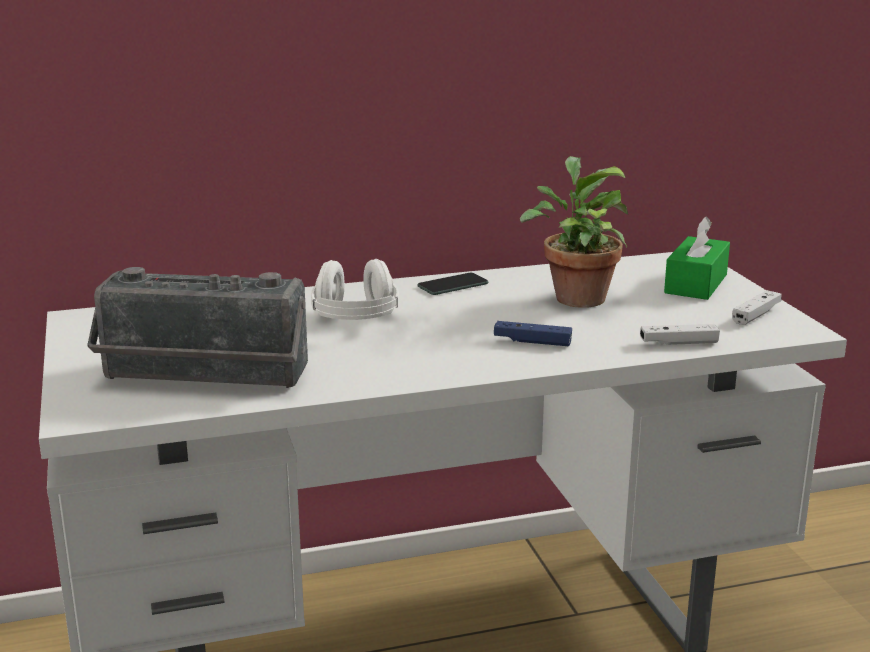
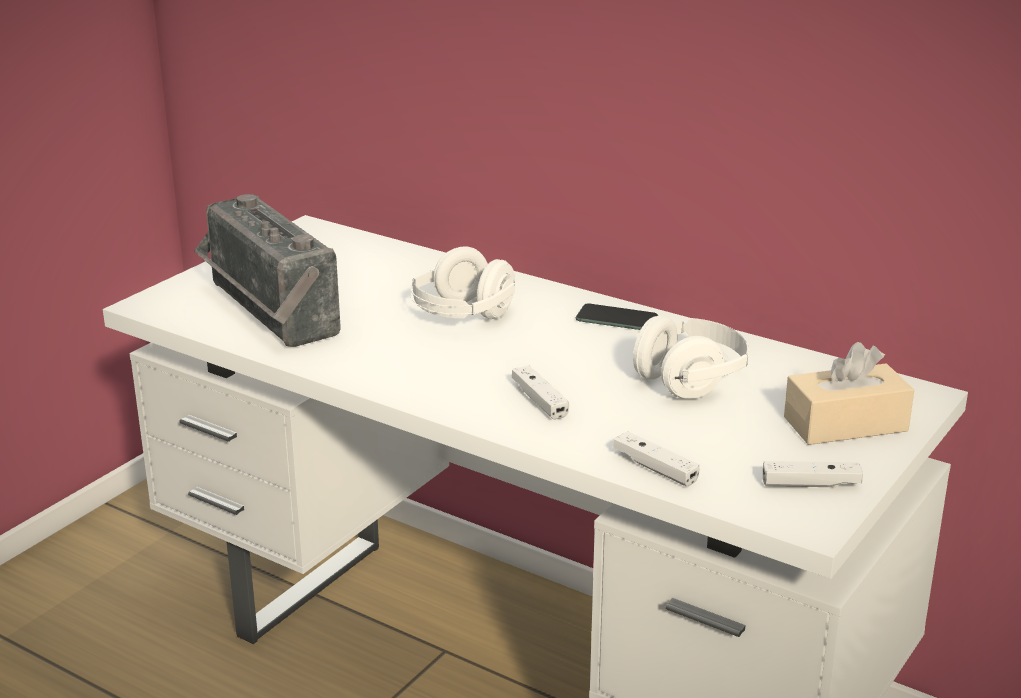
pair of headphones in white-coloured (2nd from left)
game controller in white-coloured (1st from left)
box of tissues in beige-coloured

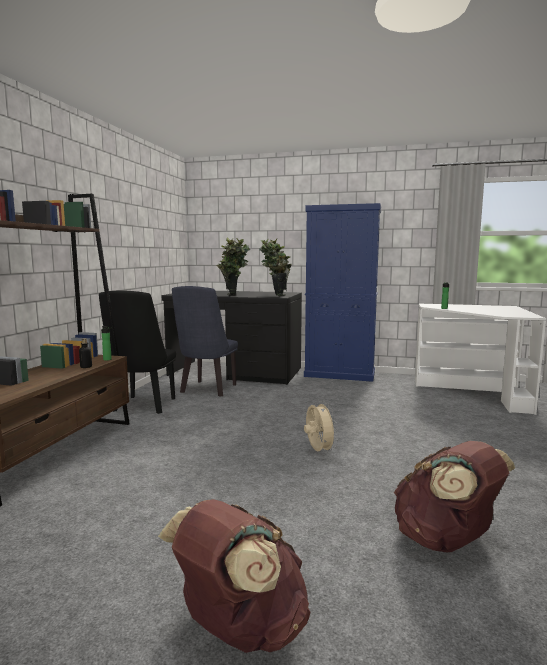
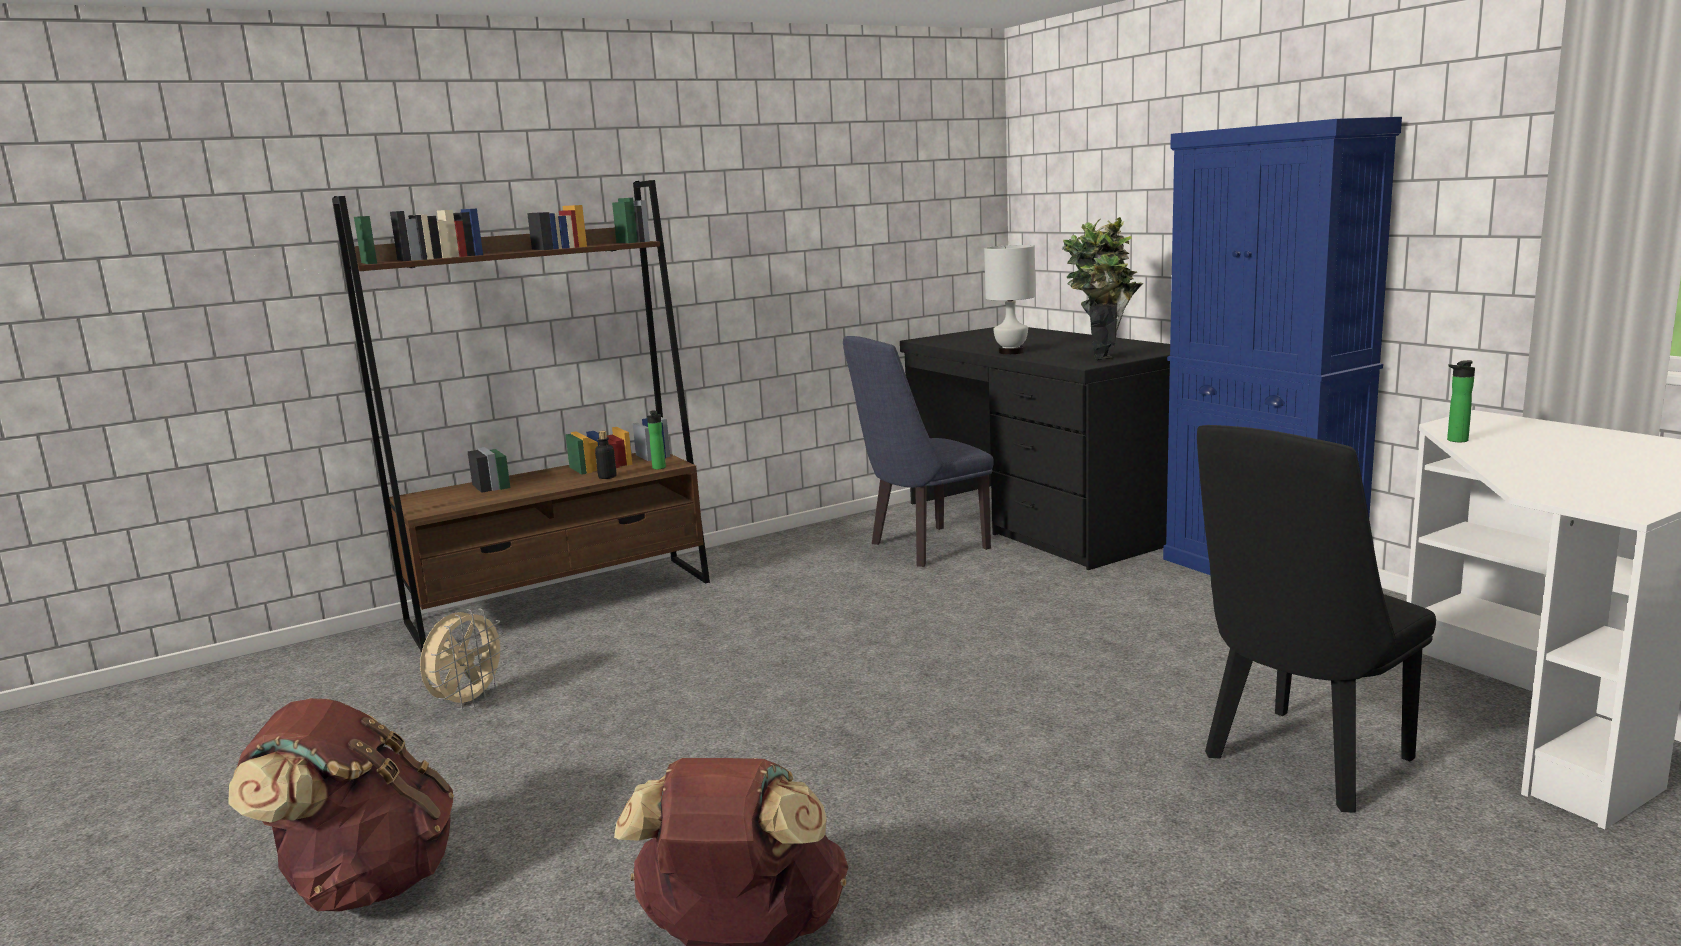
plain chair in blackish
fan in beige-coloured
tabletop lamp in white-coloured

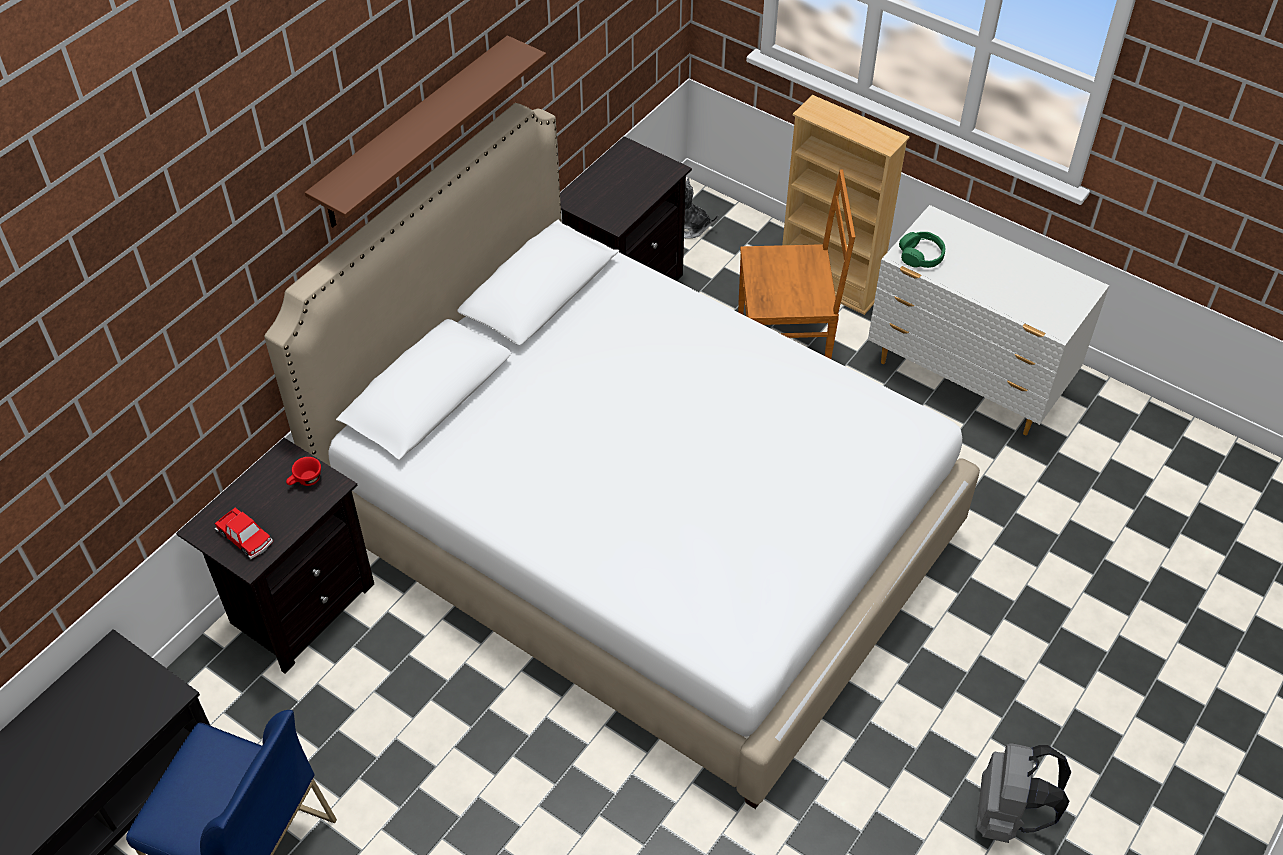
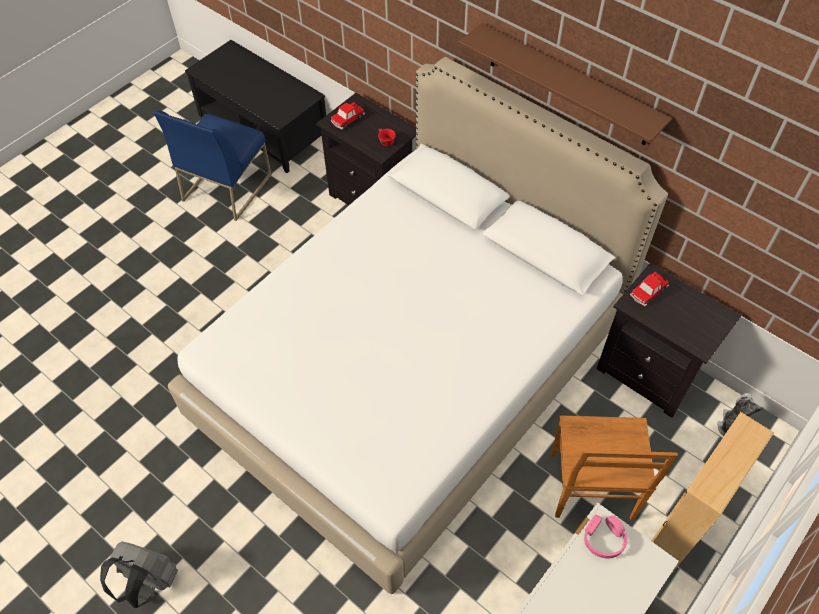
toy car (2nd from left)
pair of headphones in pinkish

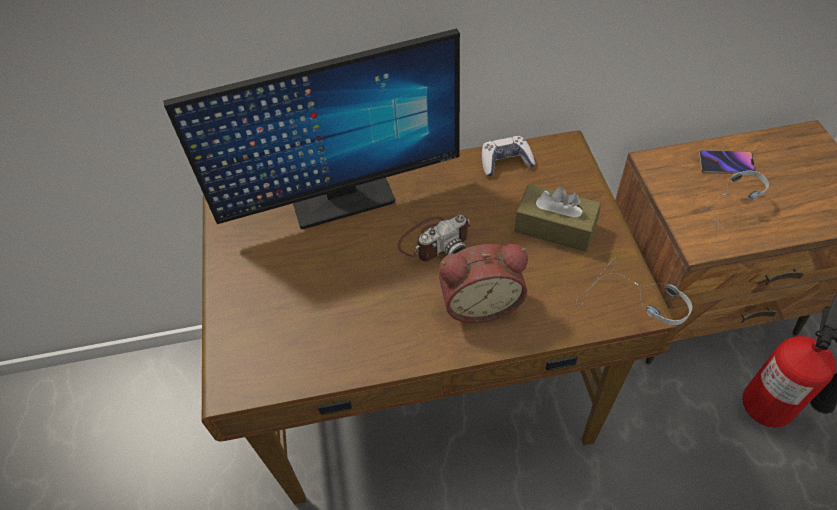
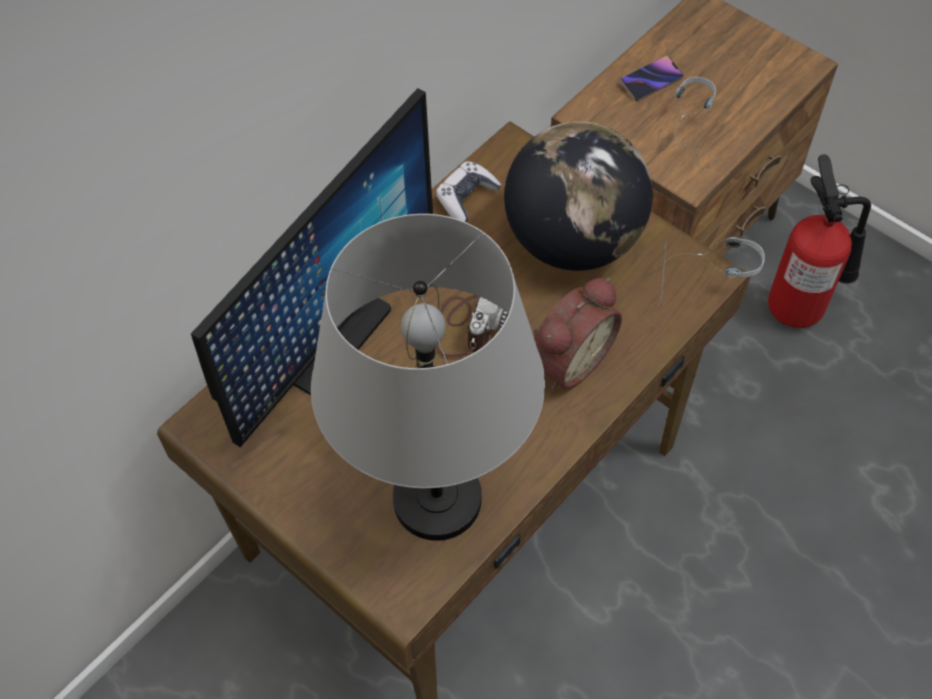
tabletop lamp in grey
world globe

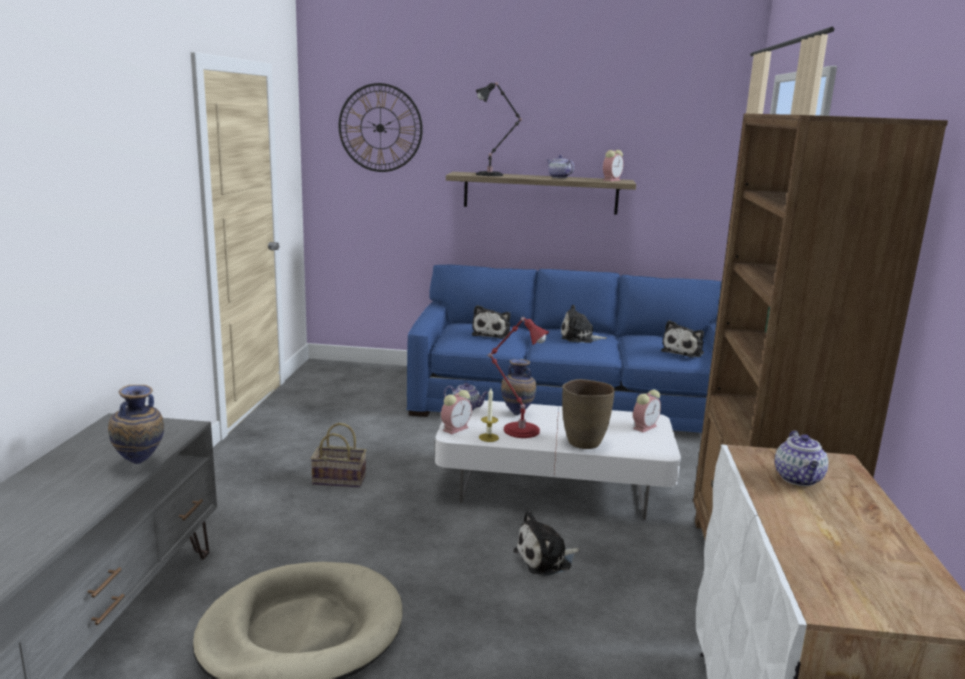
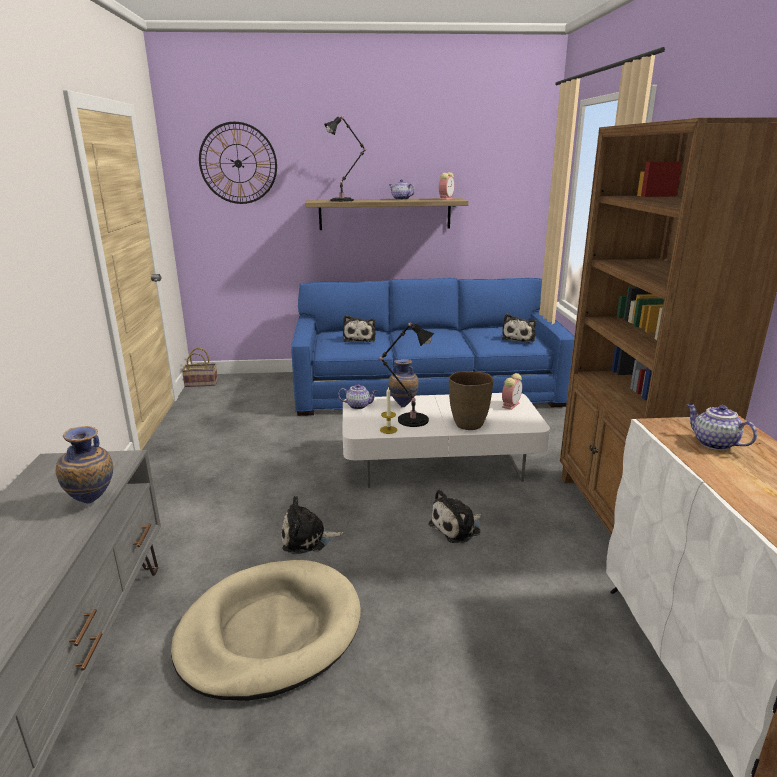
alarm clock (1st from left in the first image)
household basket
cuddly toy (1st from left)
tabletop lamp in blackish (2nd from left)
tea pot (3rd from left)

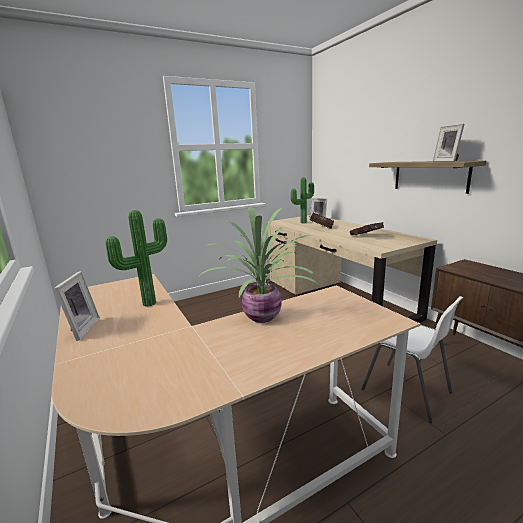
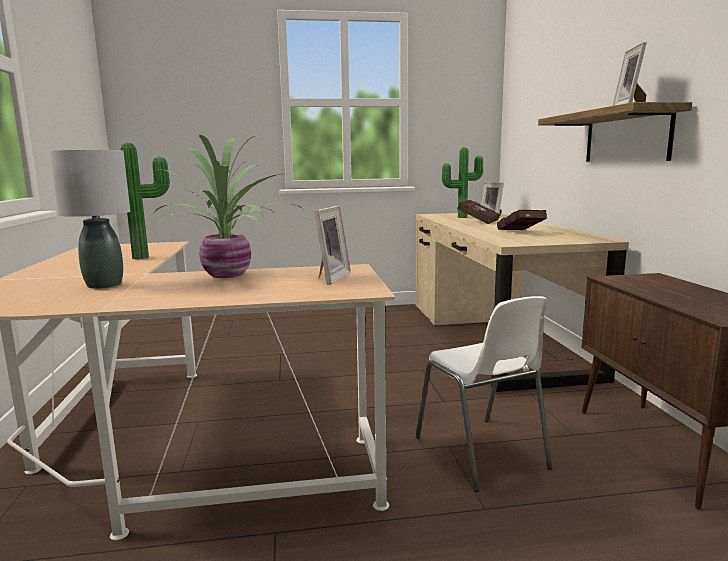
tabletop lamp in grey
picture frame (1st from left)

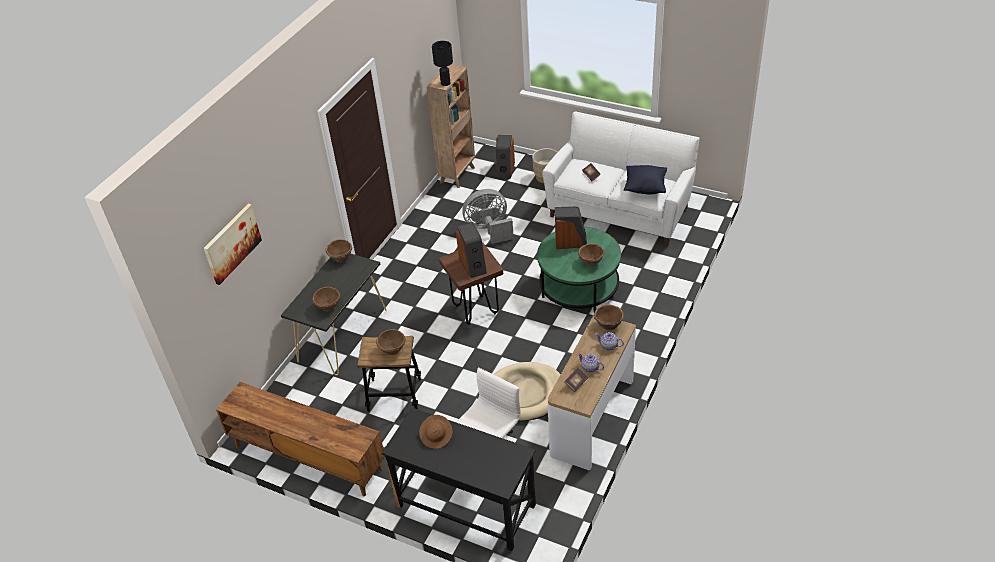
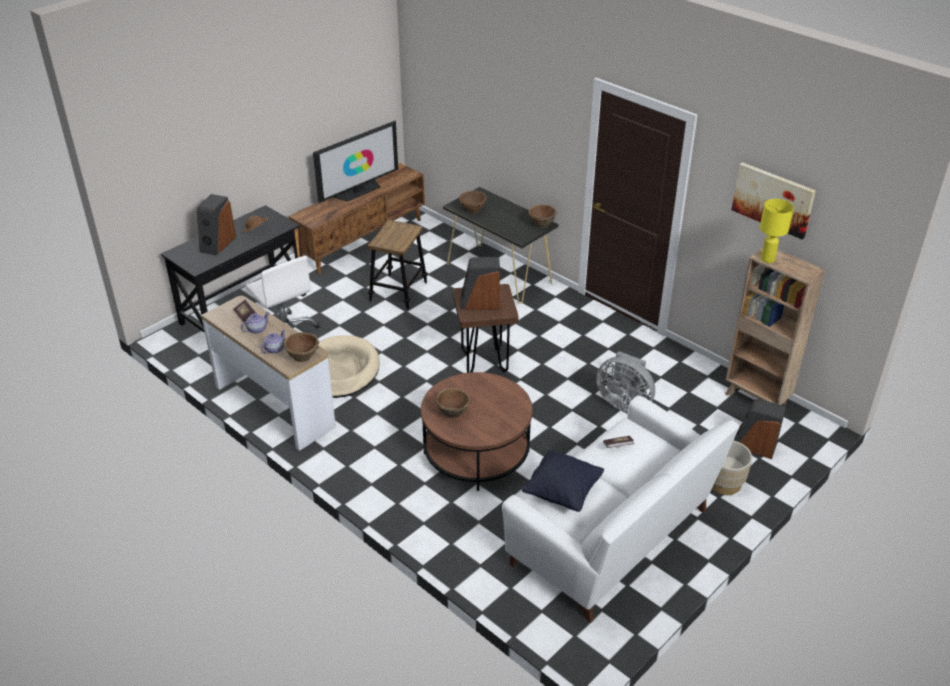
deep dish in brown-coloured (3rd from left in the first image)
TV
wall picture
speaker (1st from left)
tabletop lamp in yellow
low table in brown-coloured
fan in grey

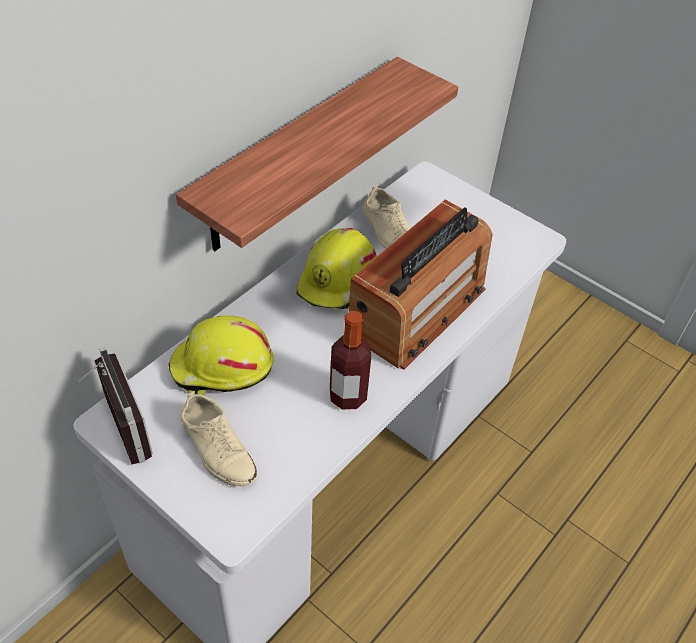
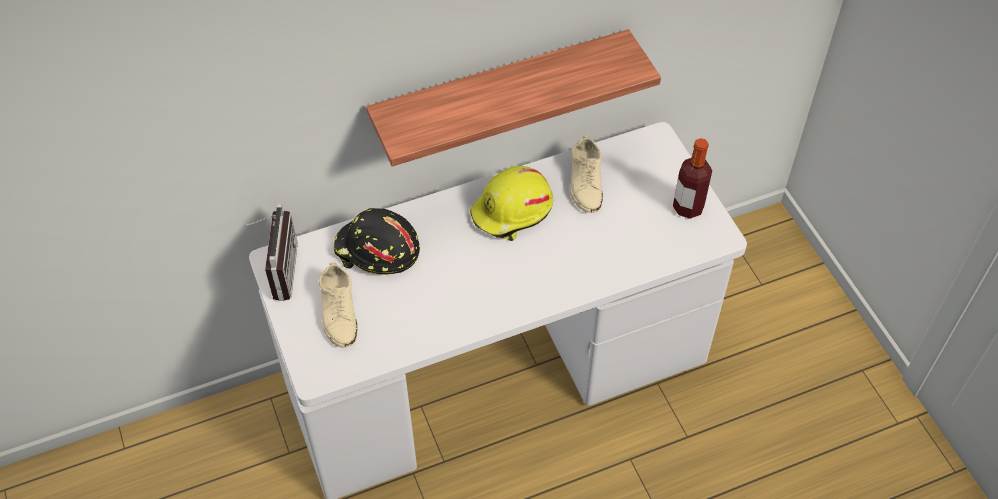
radio (2nd from left in the first image)
bottle
hard hat in blackish

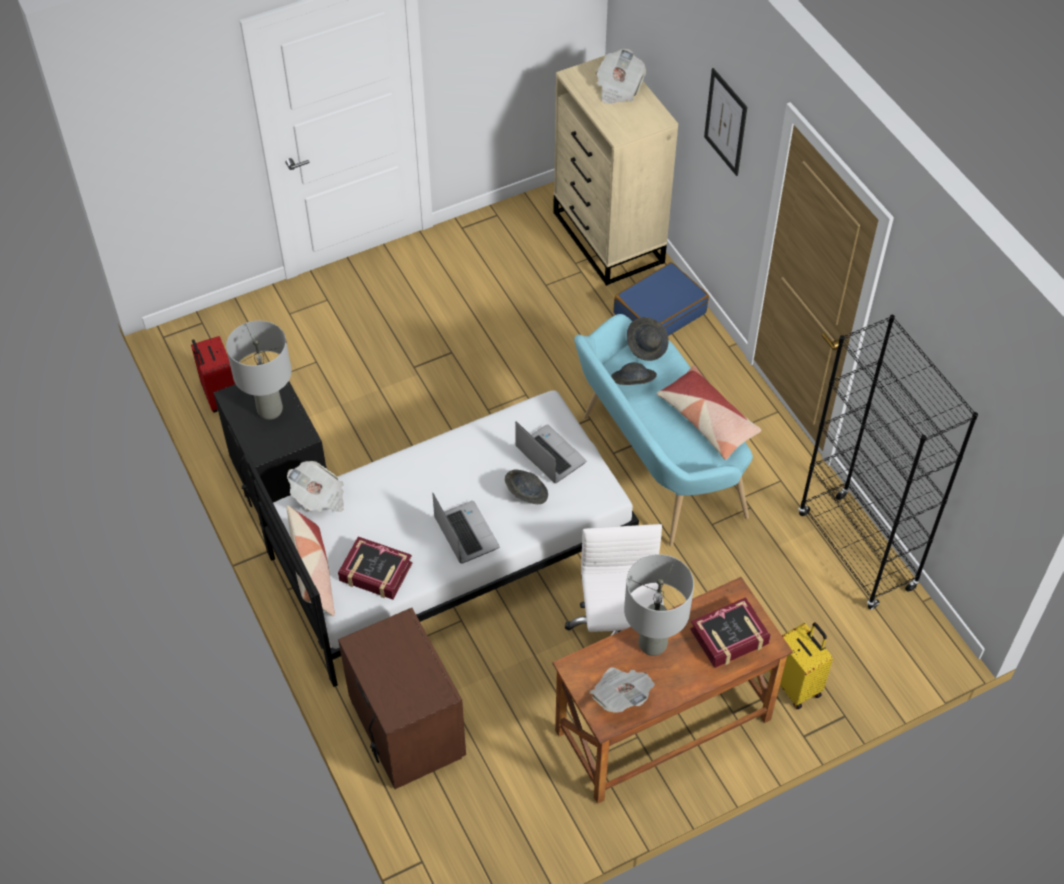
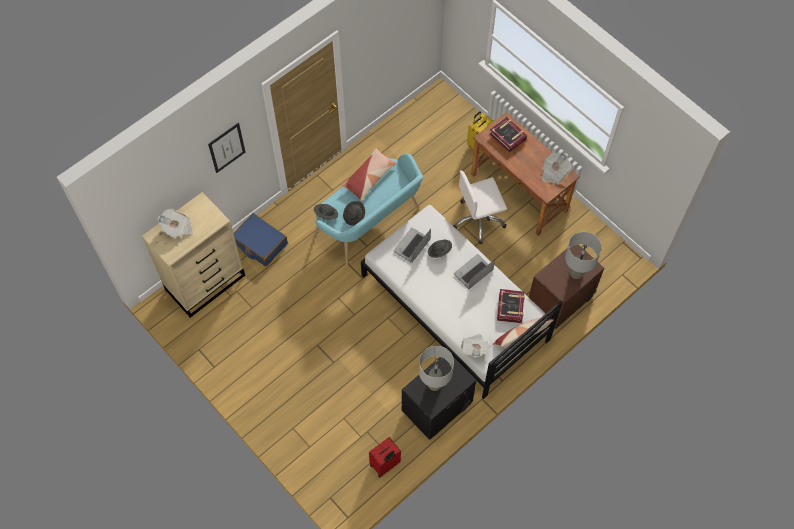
bookshelf in blackish
tabletop lamp in grey (2nd from left)

